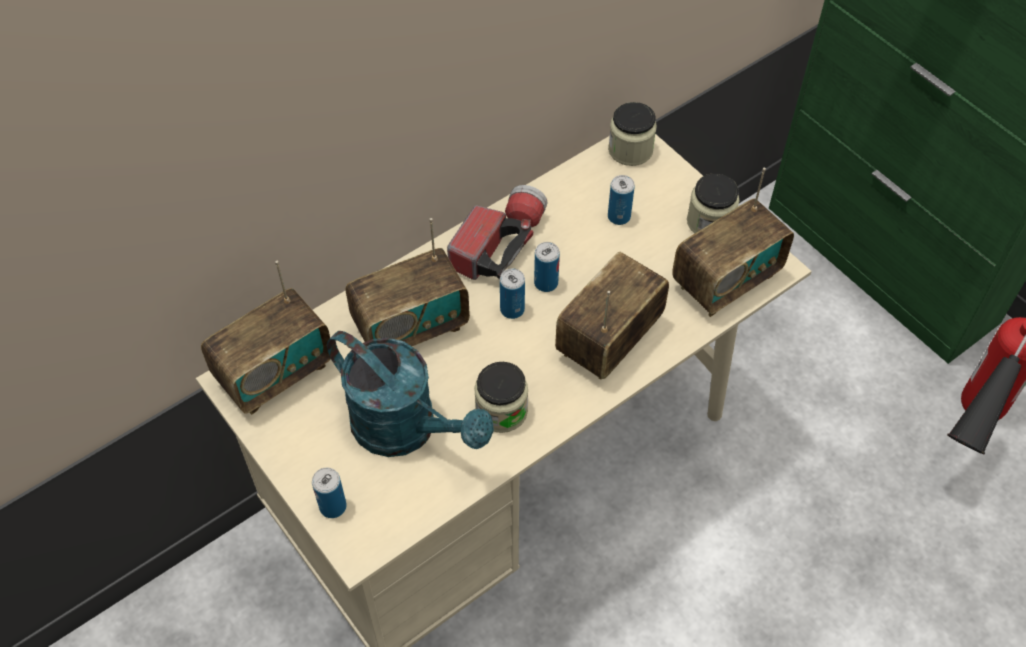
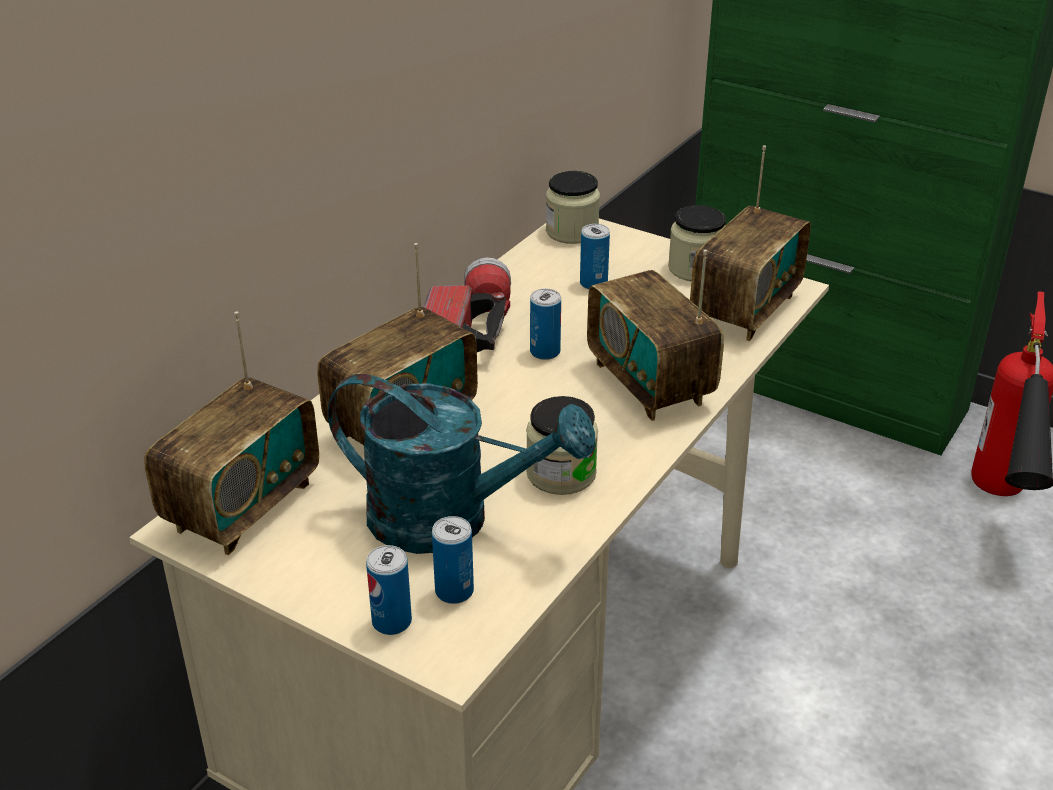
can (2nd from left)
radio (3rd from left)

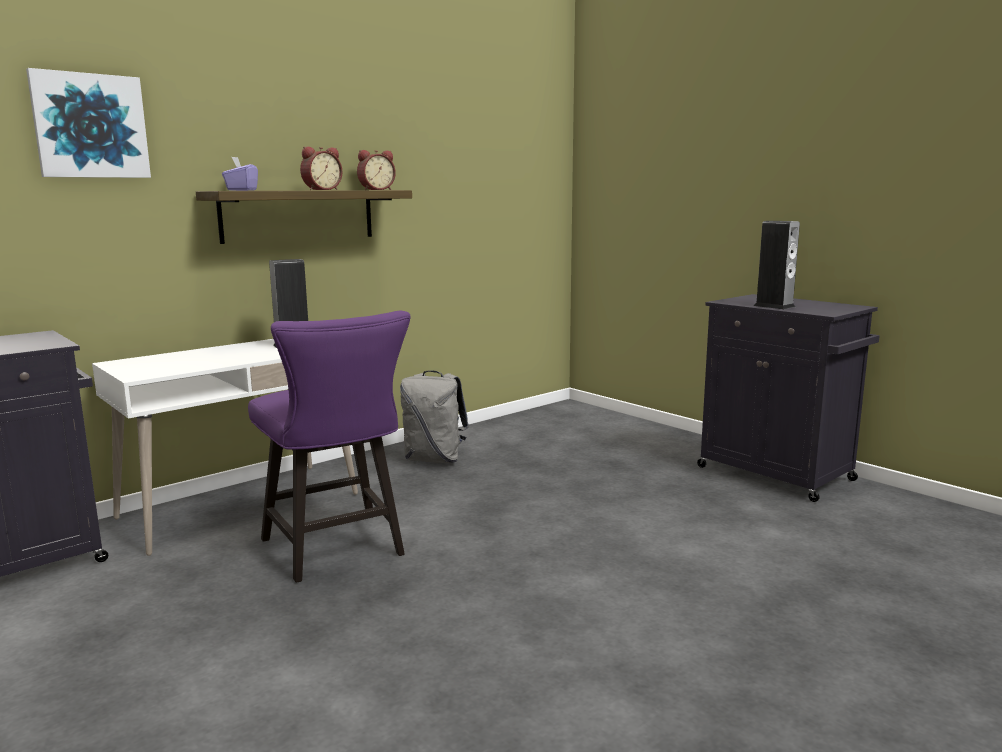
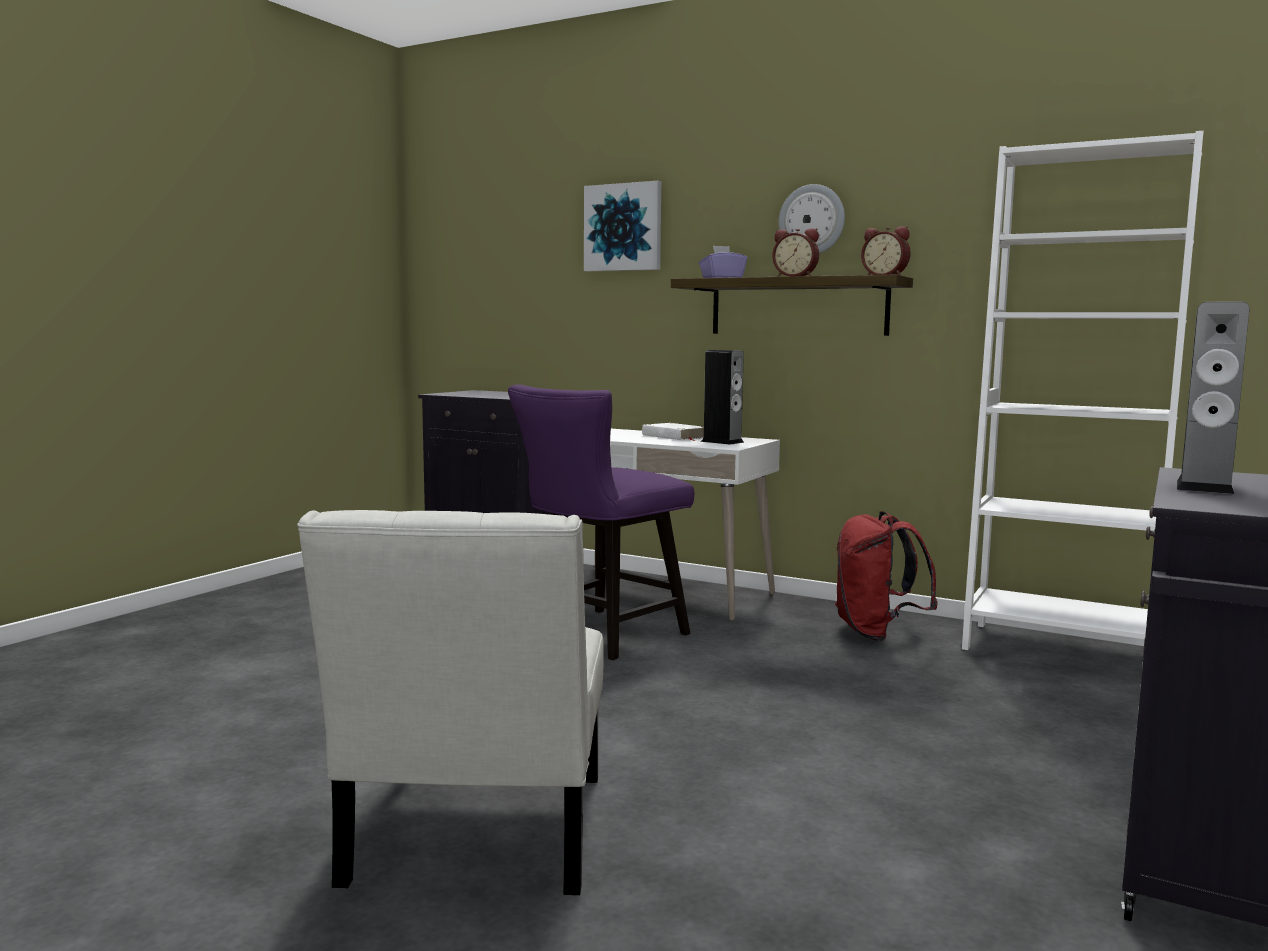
plain chair in white-coloured
bound book in white-coloured
wall clock
bookshelf in white-coloured
rucksack in red

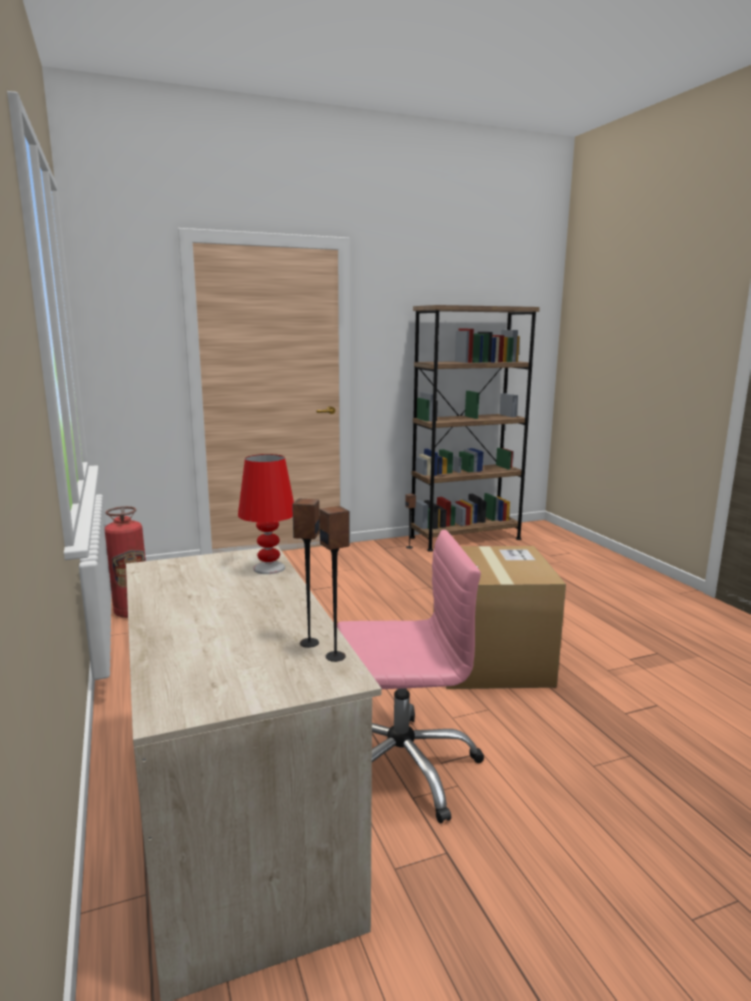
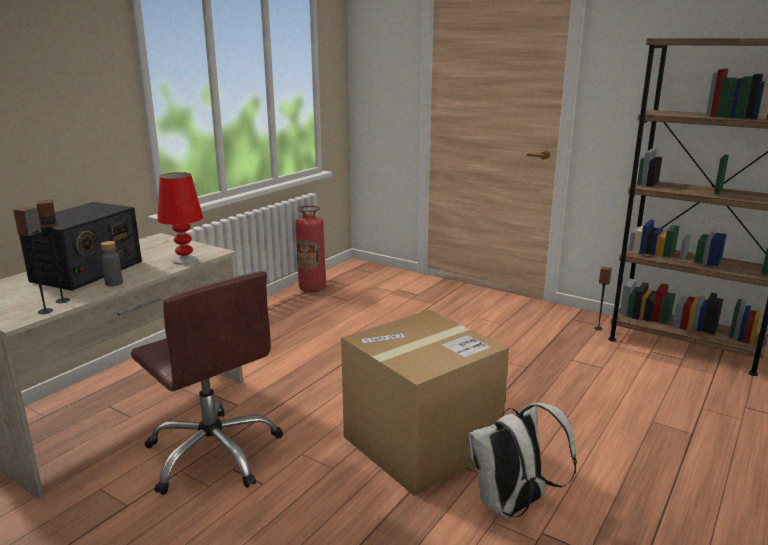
radio
bottle in grey
rucksack in white-coloured
office chair in brown-coloured

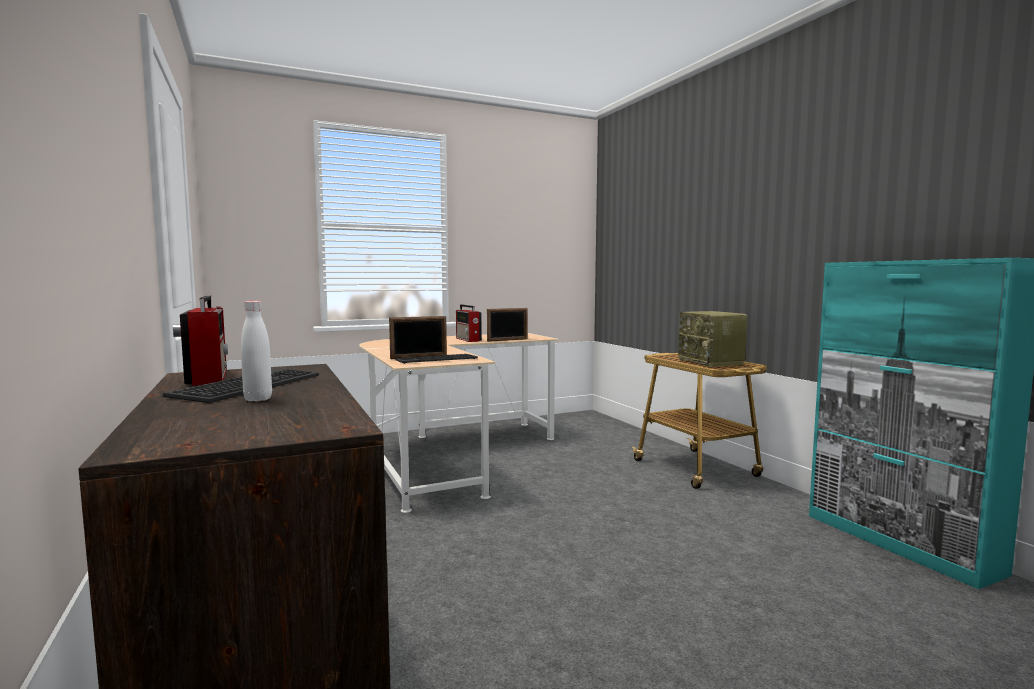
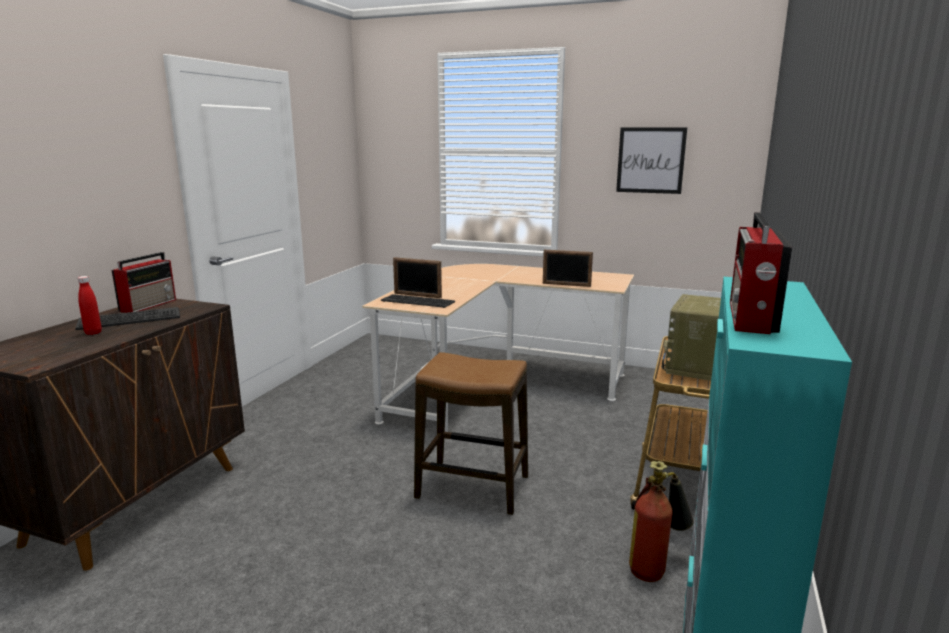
sitting stool
wall picture
fire-fighting cylinder
radio (3rd from left)
bottle in red

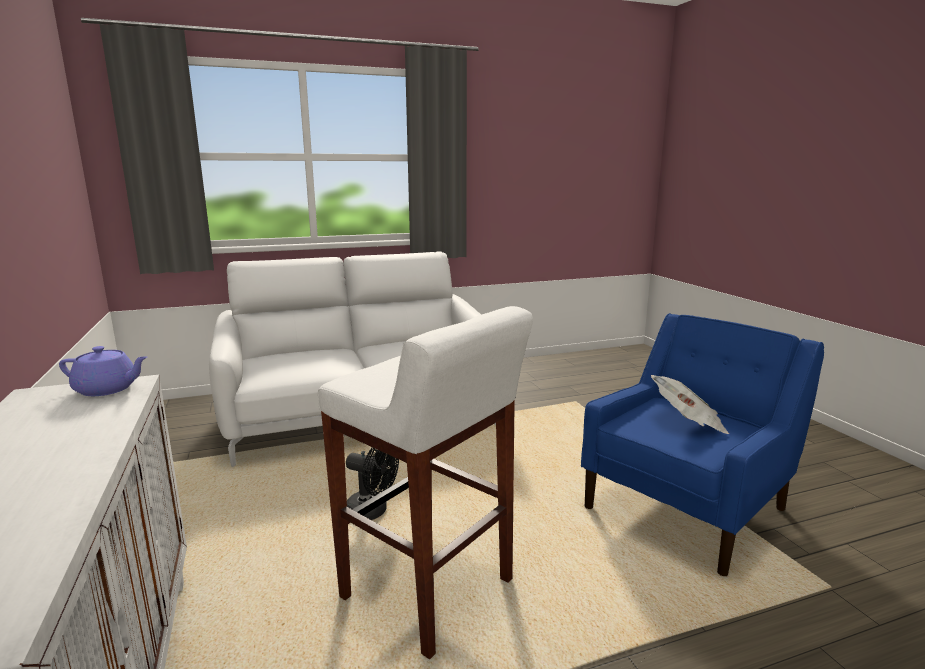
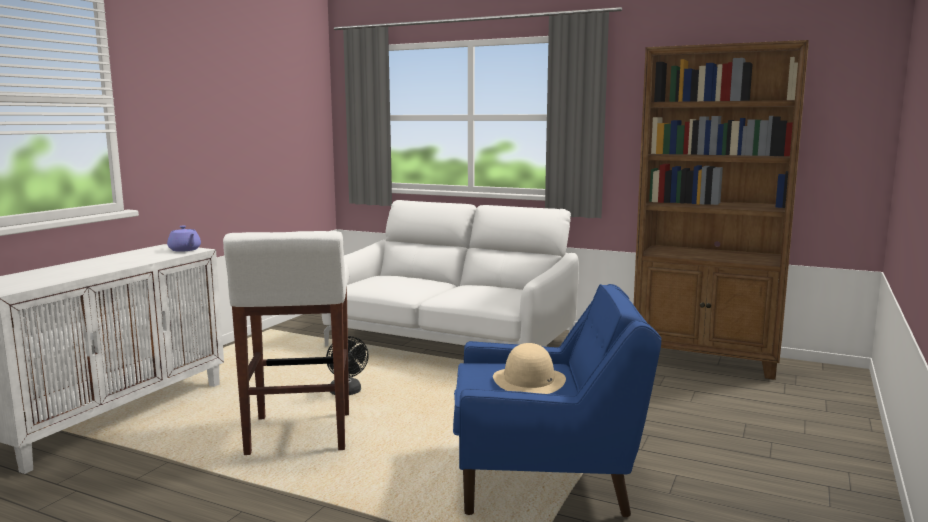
bookshelf in brown-coloured
clothing hat in beige-coloured

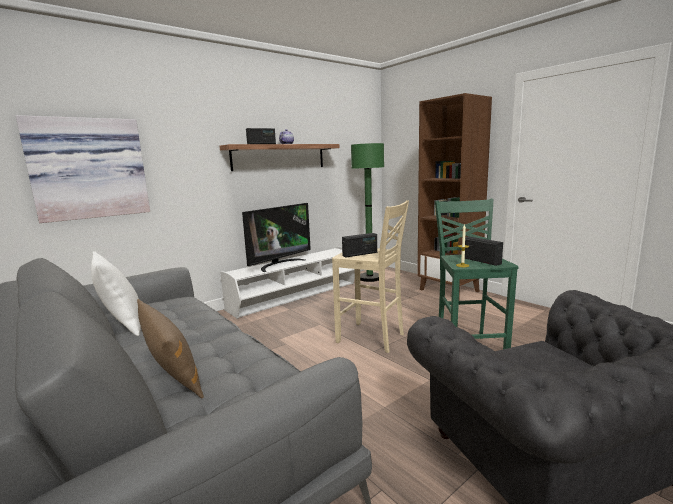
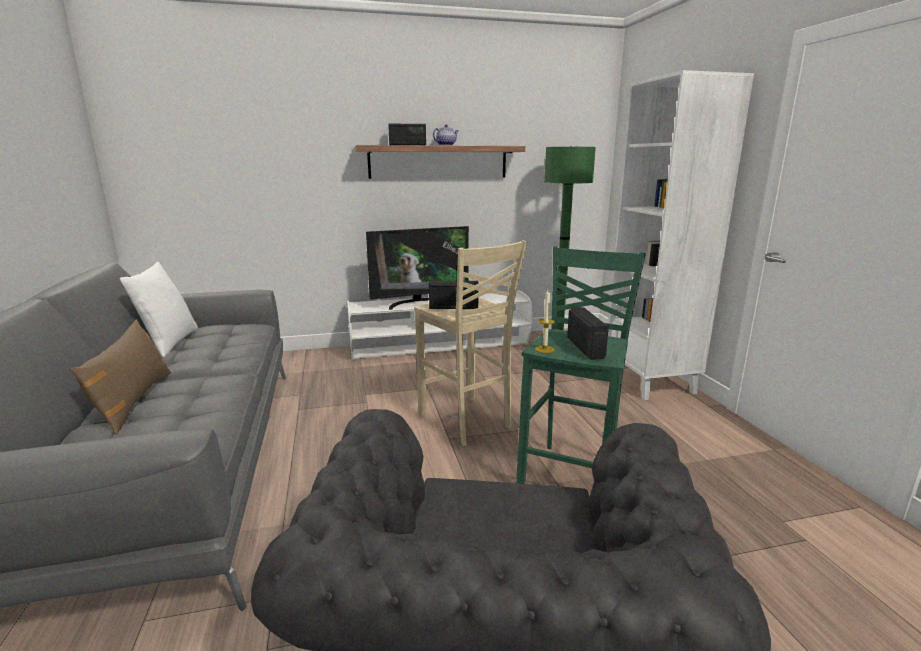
wall picture
bookshelf in white-coloured

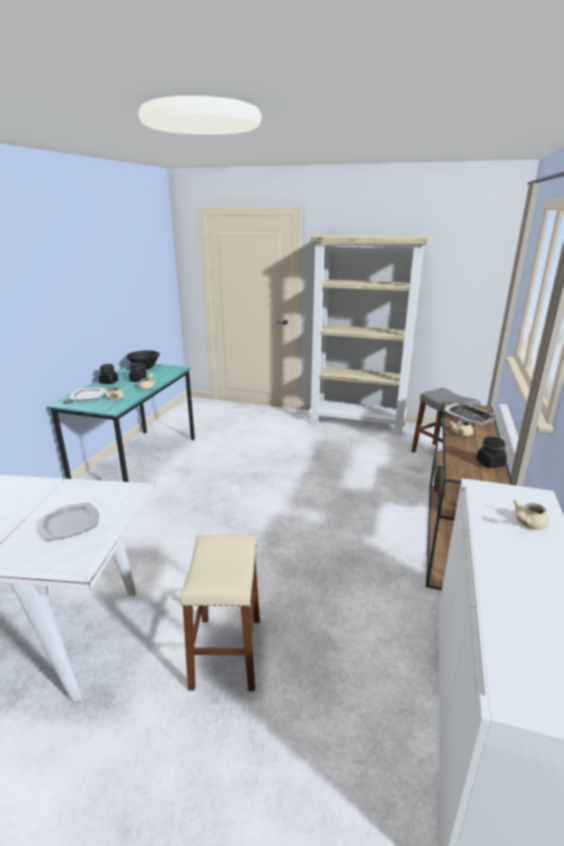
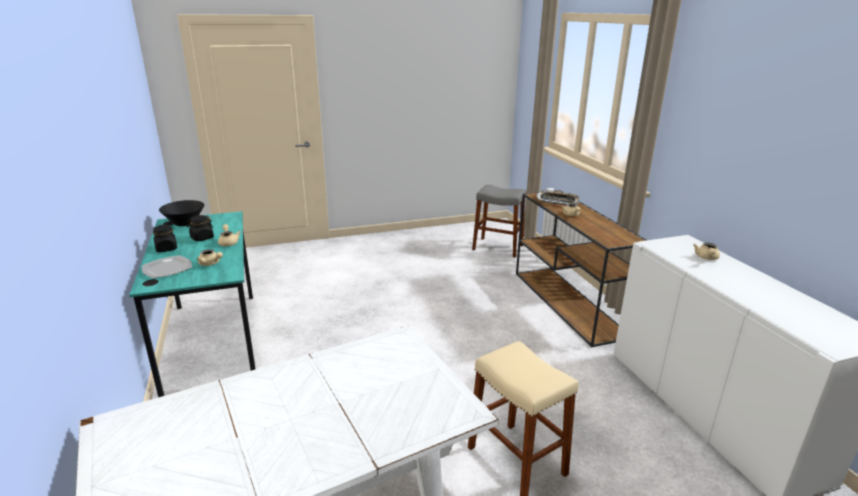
flat dish (1st from left in the first image)
bookshelf in beige-coloured
preserve jar in blackish (3rd from left in the first image)

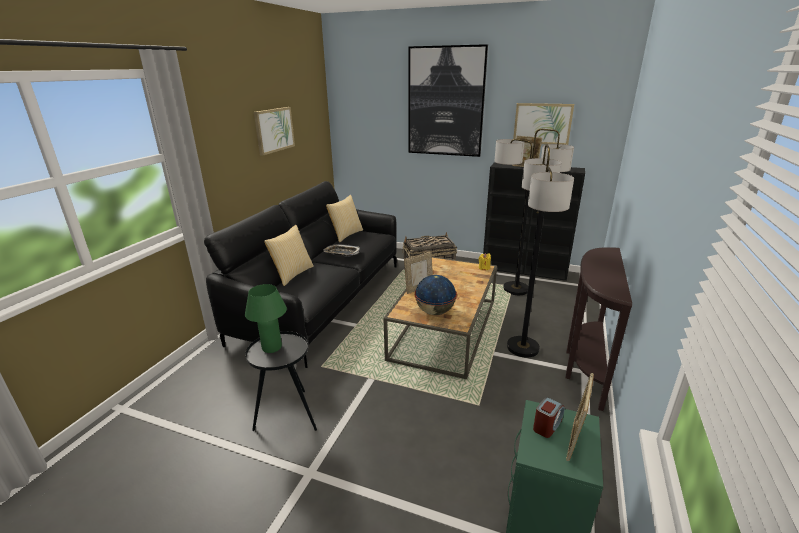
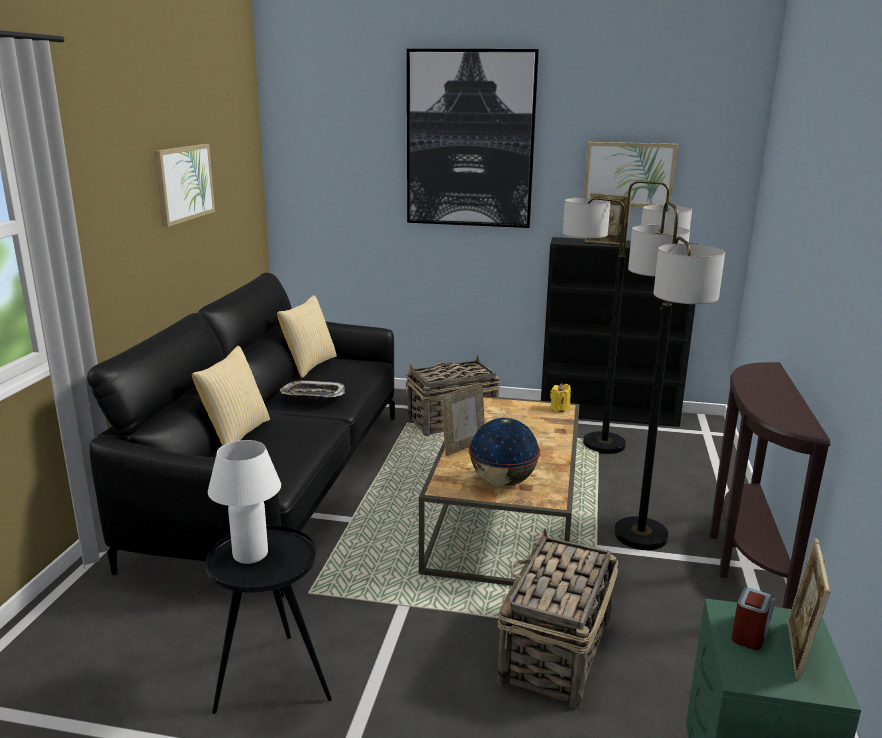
household basket (2nd from left)
tabletop lamp in white-coloured

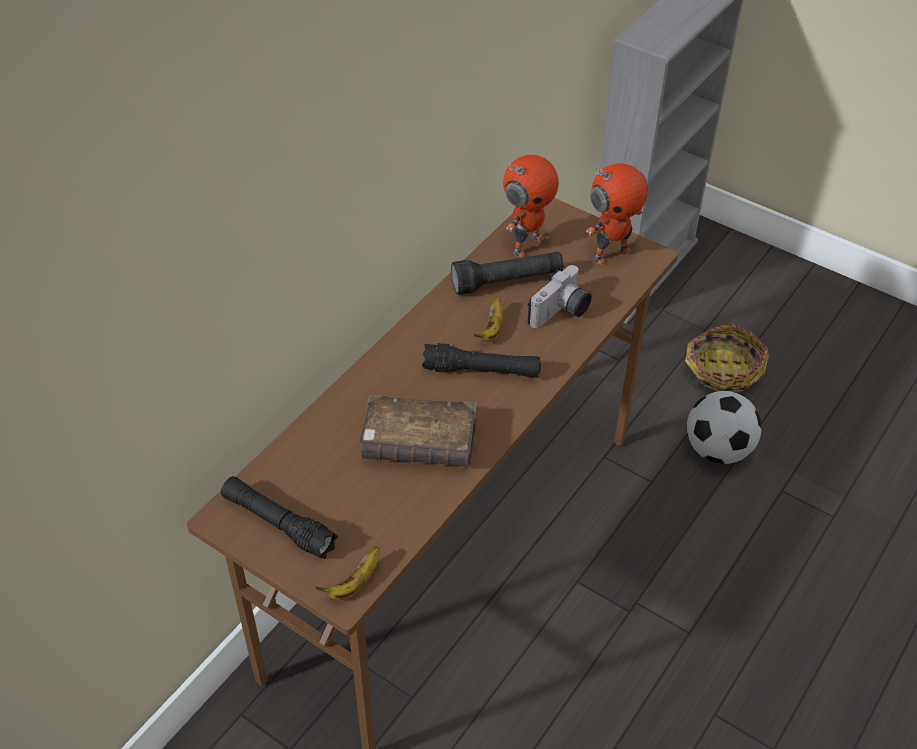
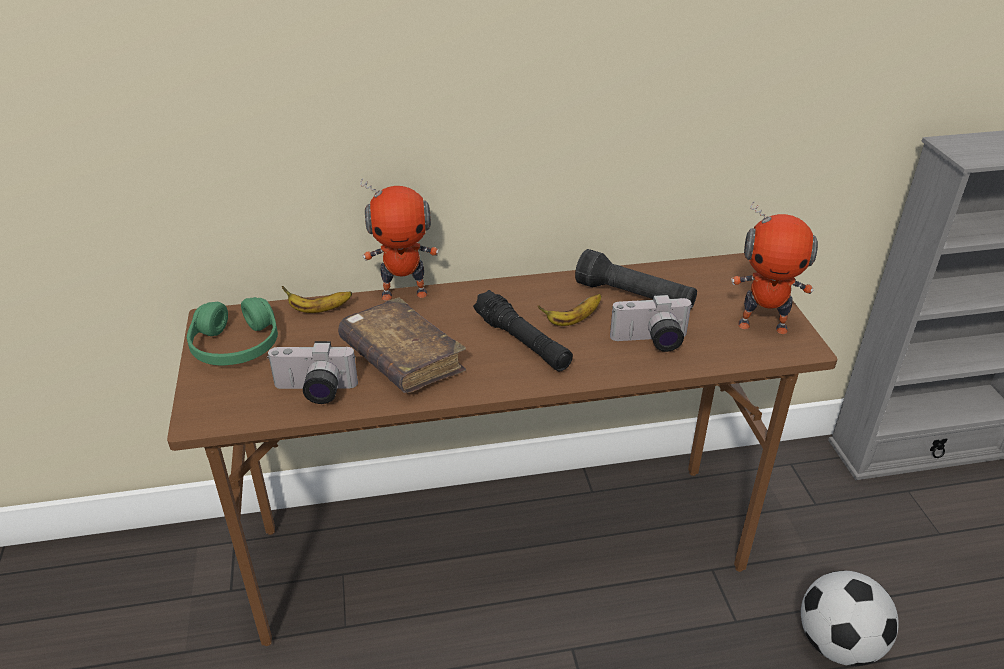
household basket
still camera (1st from left)
whole banana (1st from left)
model robot (1st from left)
pair of headphones in greenish

